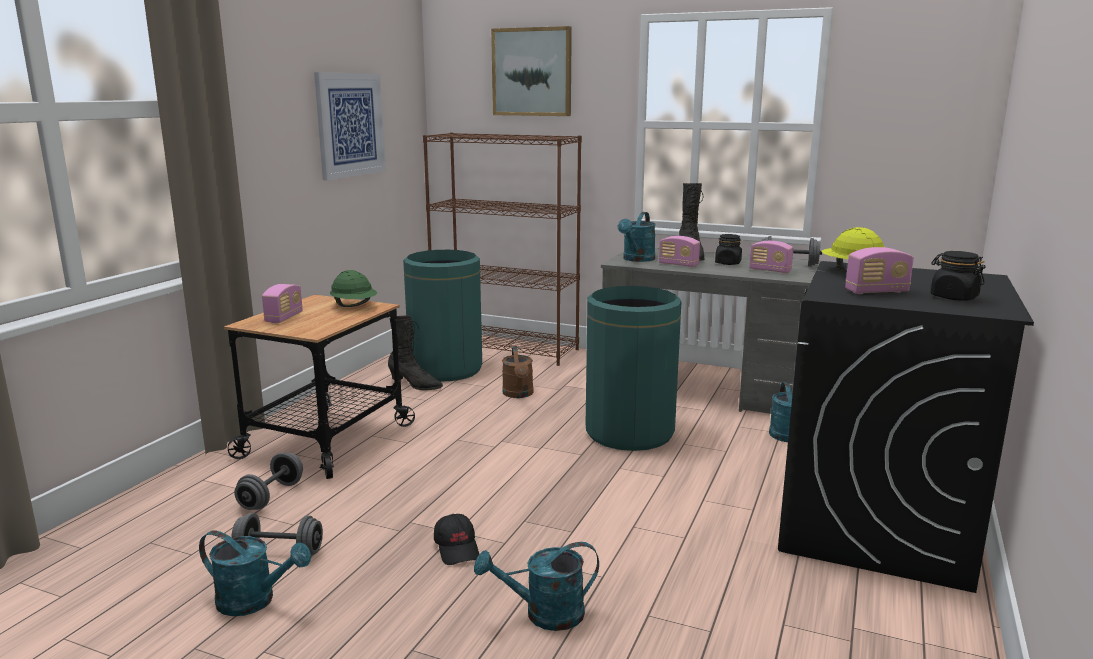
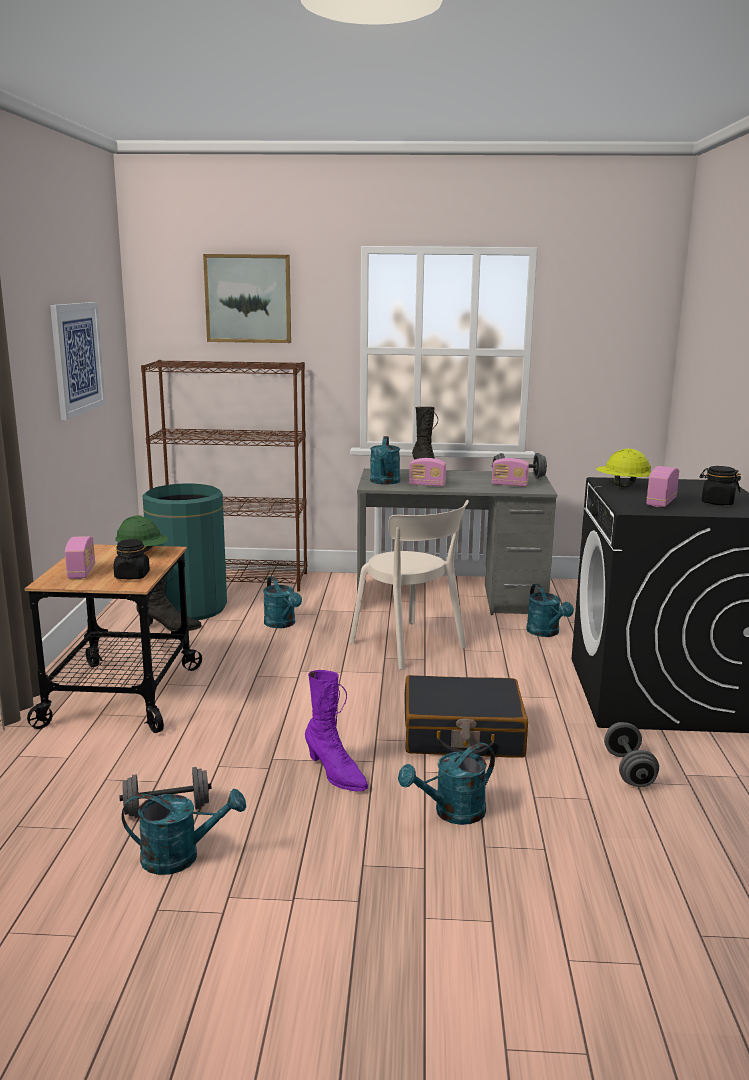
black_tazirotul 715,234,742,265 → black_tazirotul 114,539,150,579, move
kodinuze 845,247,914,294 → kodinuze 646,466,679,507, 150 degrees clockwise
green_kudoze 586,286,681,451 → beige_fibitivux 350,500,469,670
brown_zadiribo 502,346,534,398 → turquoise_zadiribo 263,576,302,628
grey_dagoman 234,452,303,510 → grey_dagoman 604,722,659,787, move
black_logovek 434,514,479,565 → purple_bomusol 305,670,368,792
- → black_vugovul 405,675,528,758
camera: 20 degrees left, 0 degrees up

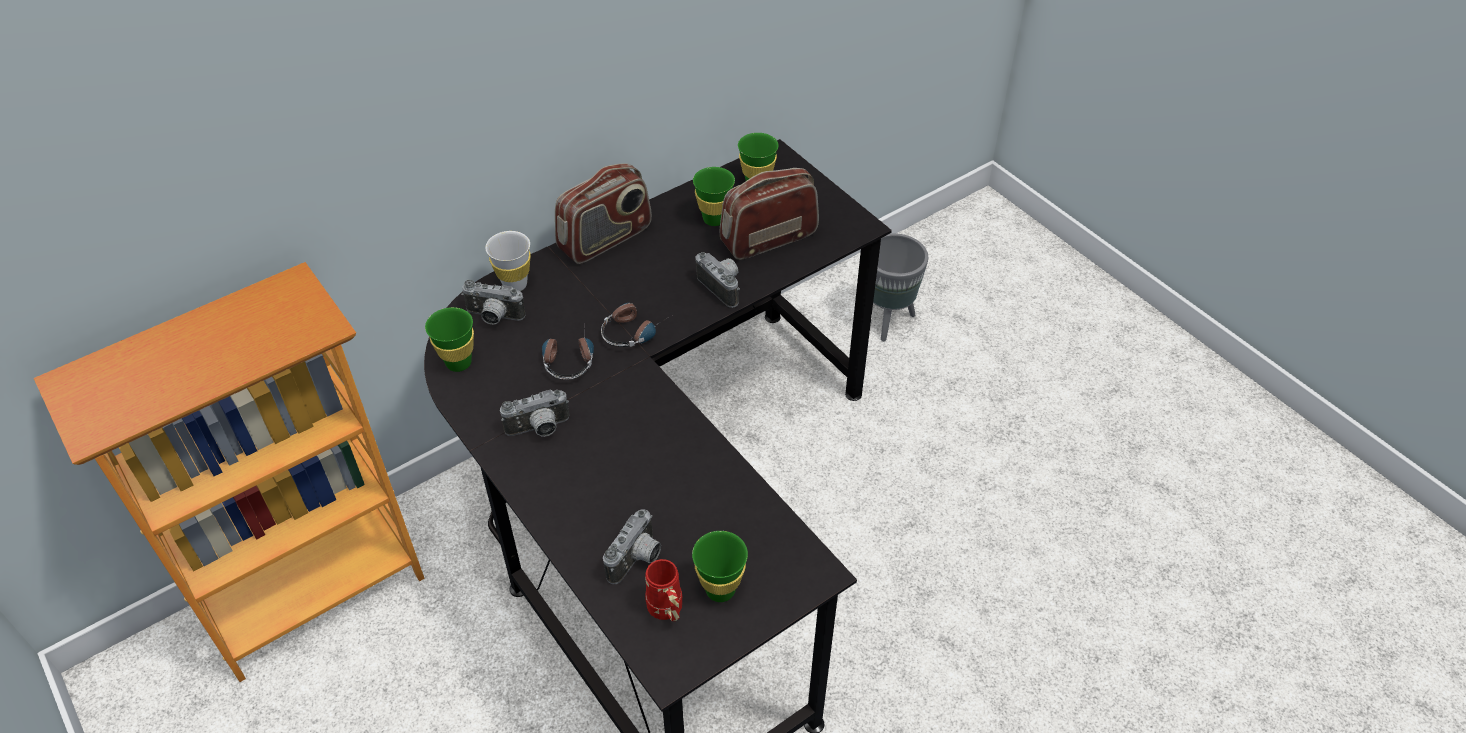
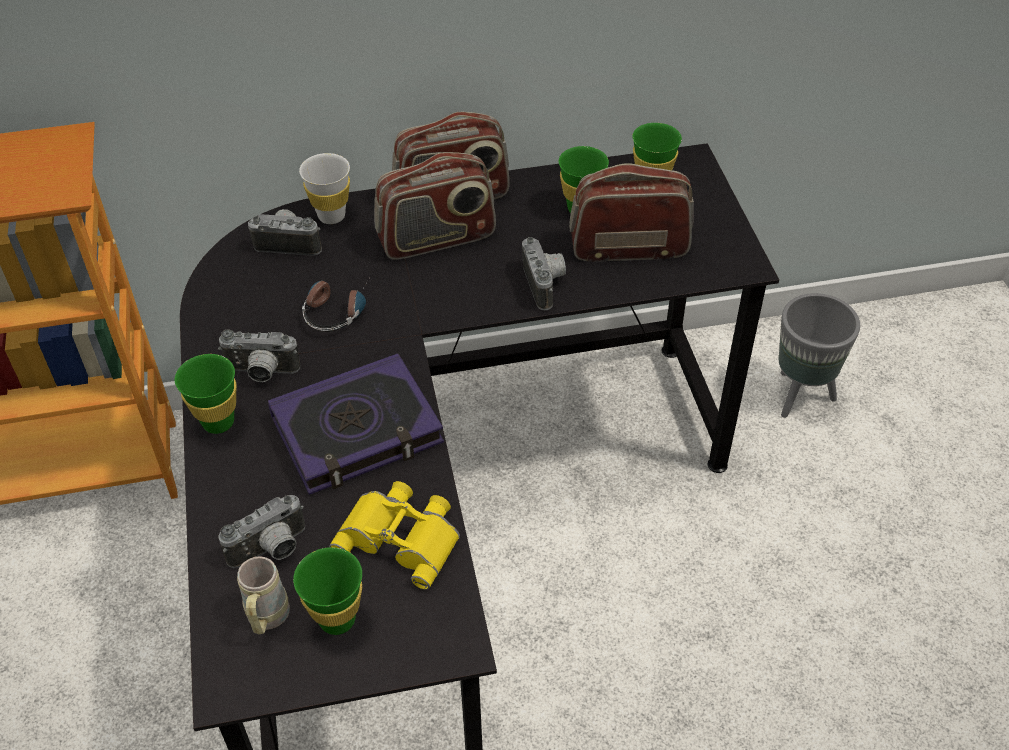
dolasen 461,280,525,325 → dolasen 248,209,322,256, 150 degrees clockwise
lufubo 601,303,667,347 → -
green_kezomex 425,307,474,372 → green_kezomex 175,354,236,434, move
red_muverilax 645,559,682,621 → beige_muverilax 237,556,290,634
- → kodinuze 374,152,496,260
- → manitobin 268,354,444,495
- → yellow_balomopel 329,481,460,590
camera: 25 degrees right, 0 degrees up

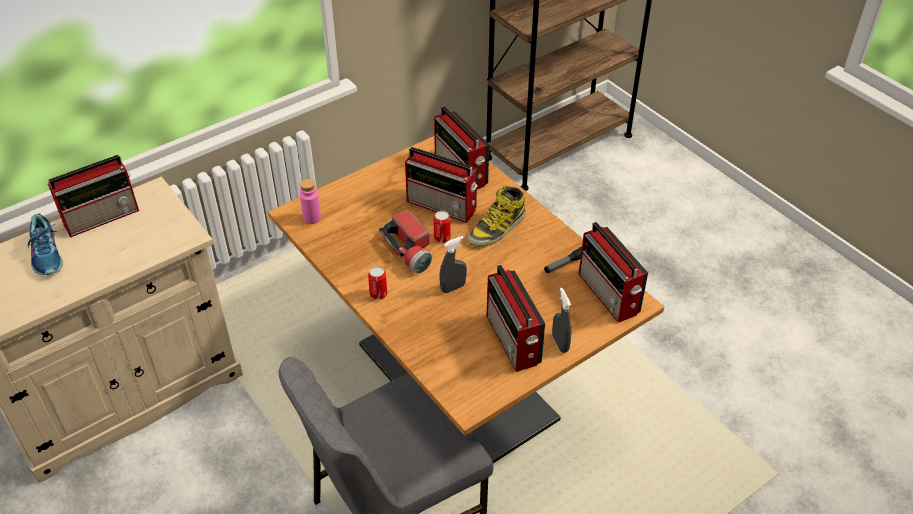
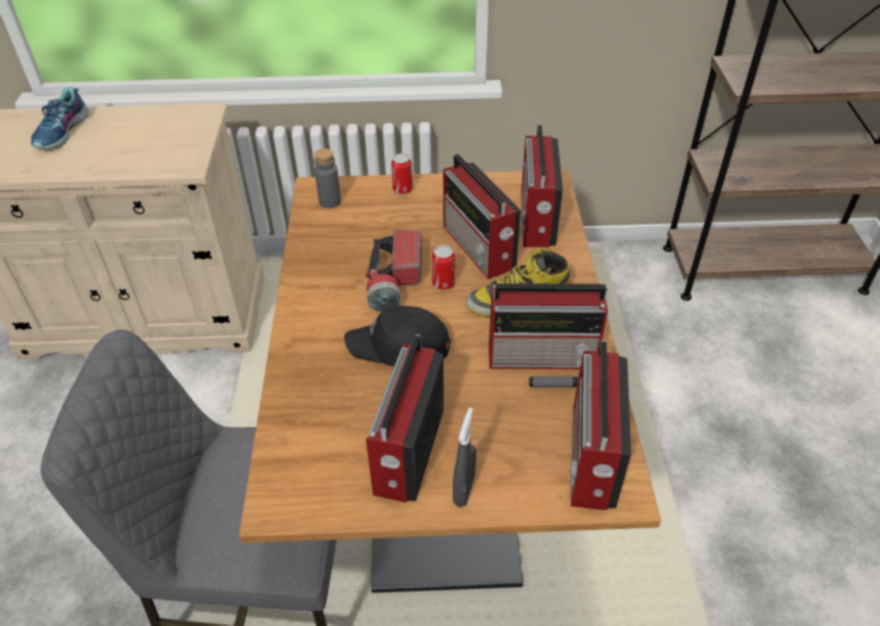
kodinuze 48,155,139,238 → kodinuze 489,283,609,369, move
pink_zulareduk 300,179,321,224 → grey_zulareduk 314,148,341,208
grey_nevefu 439,236,467,293 → black_logovek 344,305,451,366
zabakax 368,266,387,300 → zabakax 391,153,413,194, move
camera: 35 degrees right, 0 degrees up

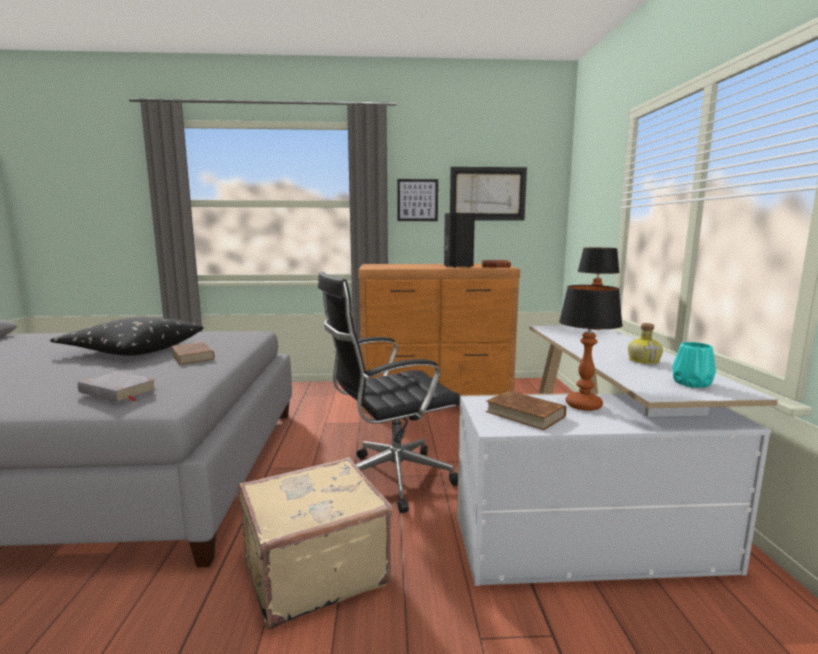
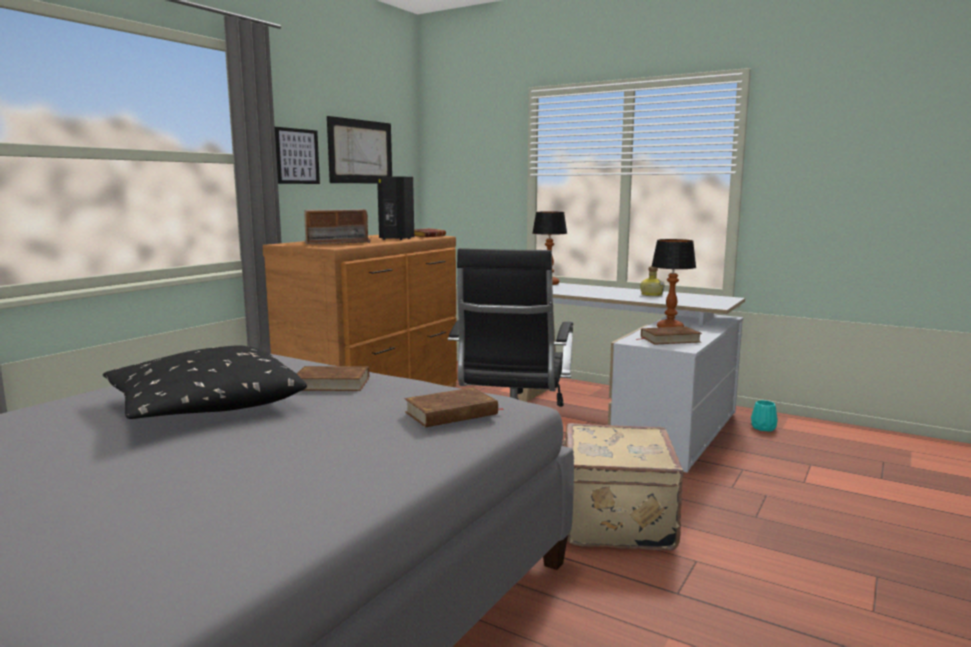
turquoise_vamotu 672,342,716,388 → turquoise_vamotu 751,400,778,431, move
grey_manitobin 78,371,157,402 → brown_manitobin 405,387,504,427
- → kodinuze 304,209,371,245
camera: 55 degrees left, 0 degrees up

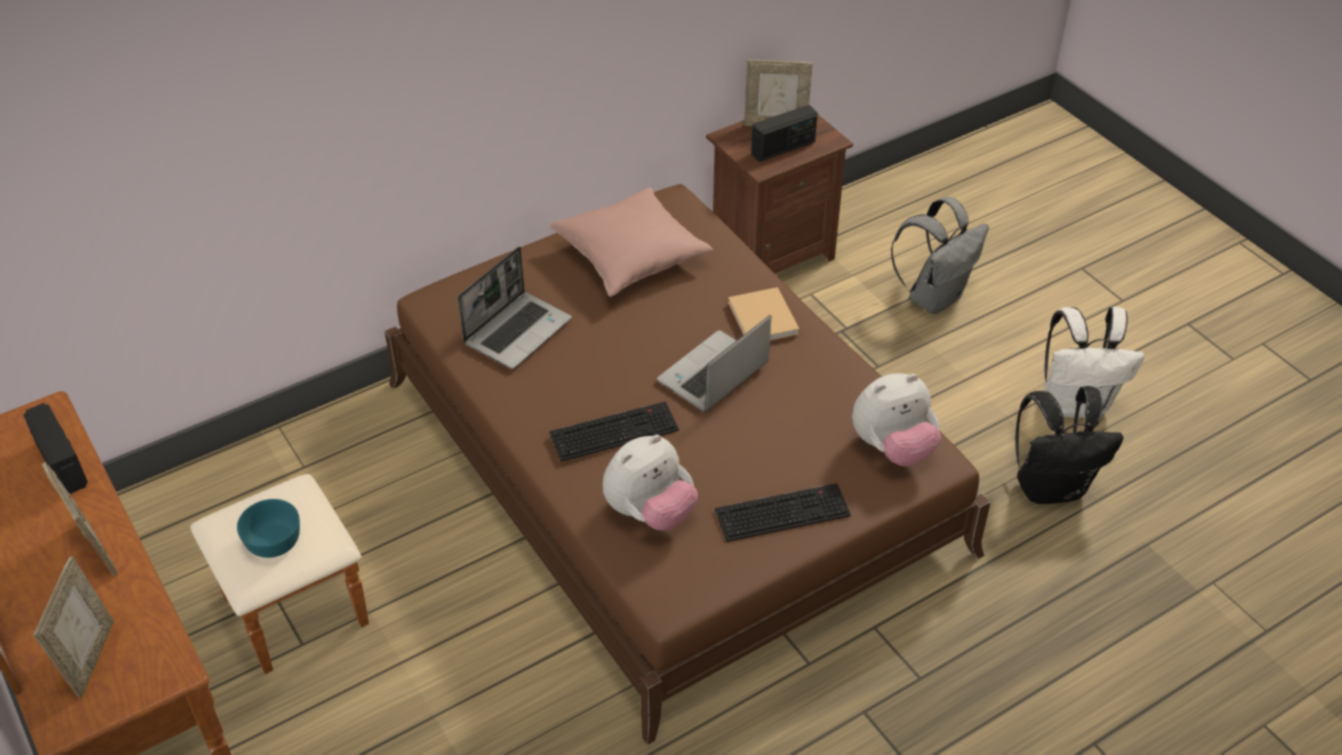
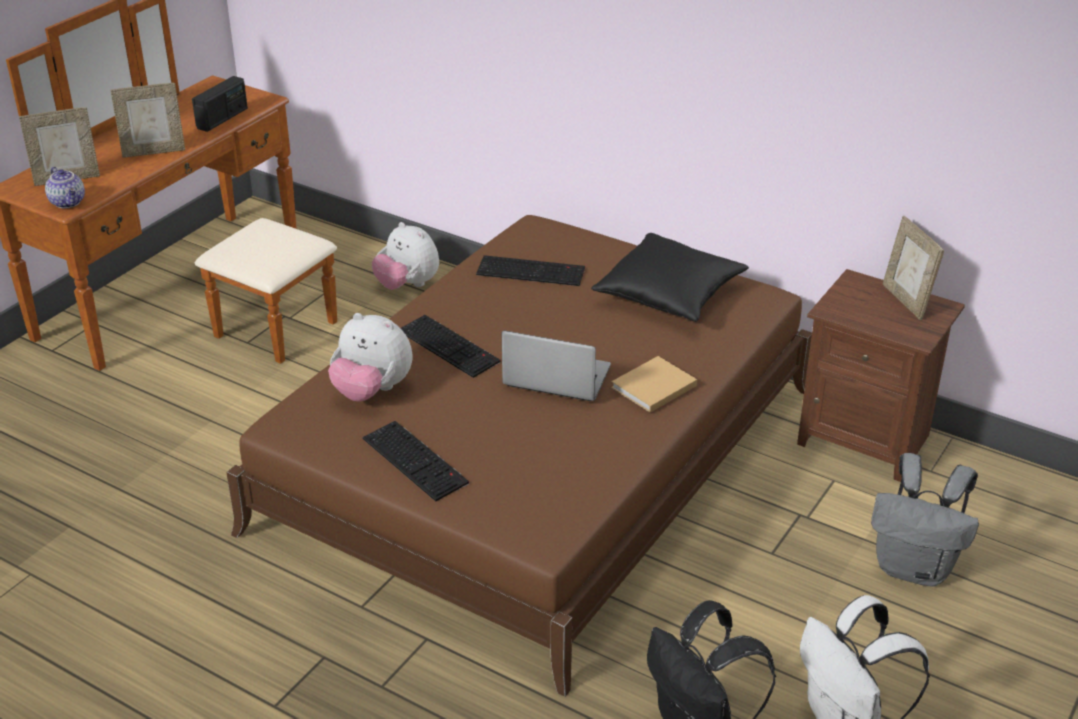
kodinuze 751,105,817,162 → -
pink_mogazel 549,188,713,297 → black_mogazel 591,233,749,322
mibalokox 458,246,572,369 → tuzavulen 476,255,585,286
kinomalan 852,373,941,466 → kinomalan 372,222,439,290, move
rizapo 42,462,118,577 → rizapo 110,83,185,158, 45 degrees clockwise
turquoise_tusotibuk 237,499,300,558 → -
- → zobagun 45,167,85,208
camera: 65 degrees right, 10 degrees down

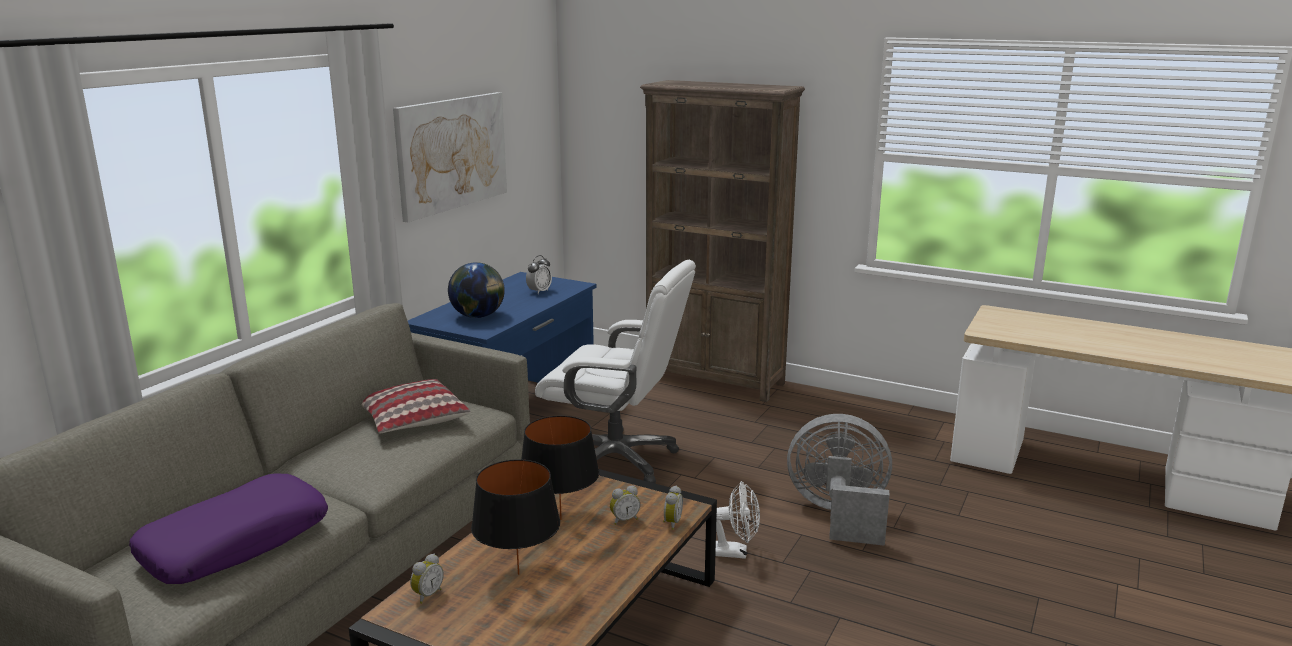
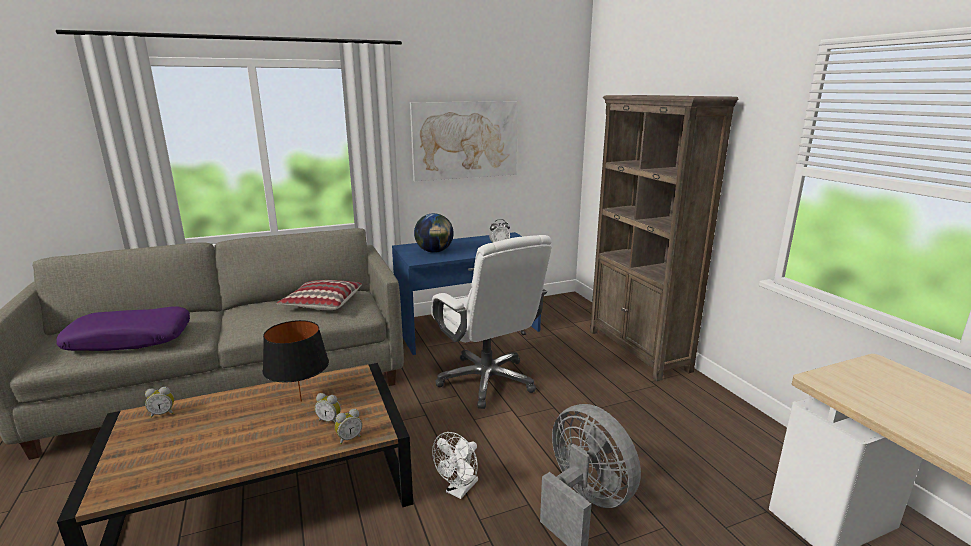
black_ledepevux 471,459,560,575 → -
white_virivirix 715,481,760,559 → white_virivirix 432,432,478,499, 75 degrees clockwise
camera: 40 degrees right, 0 degrees up

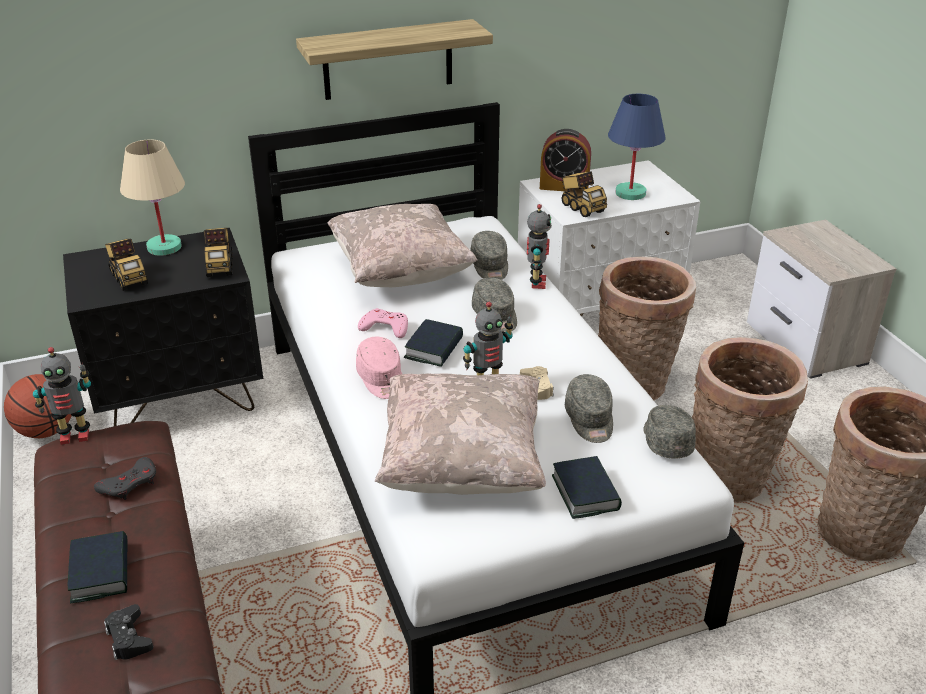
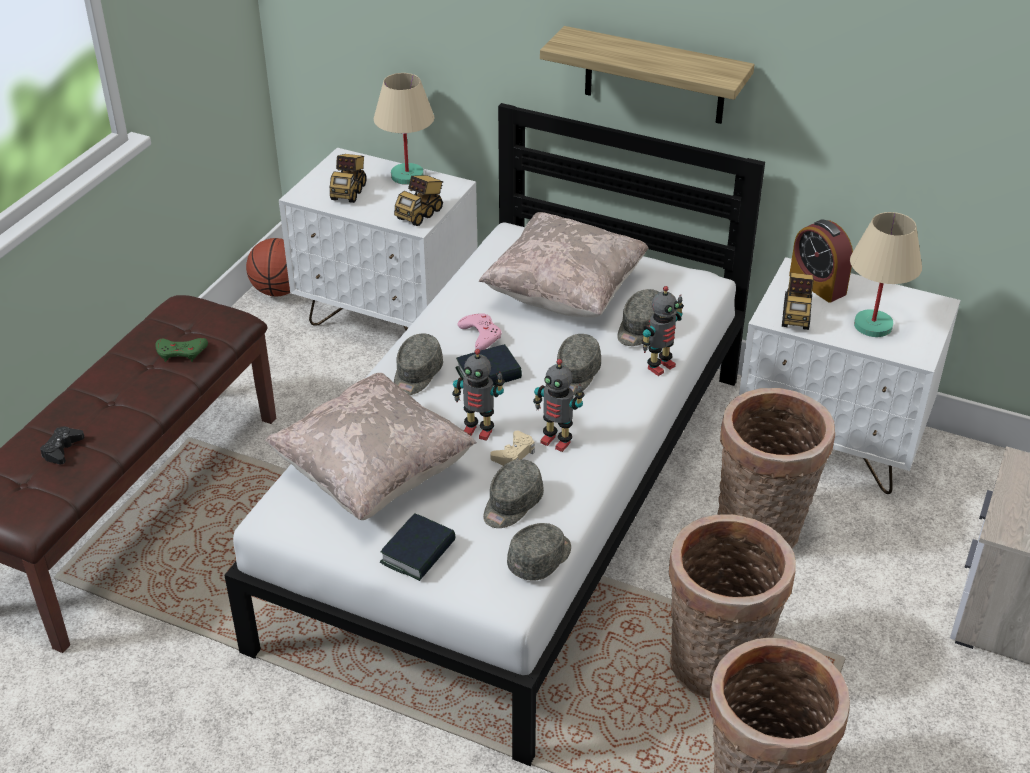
blue_ledepevux 608,94,665,200 → beige_ledepevux 850,212,922,337
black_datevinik 63,228,263,426 → white_datevinik 279,148,477,330
pink_logovek 356,337,402,399 → grey_logovek 394,334,443,395
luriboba 33,347,91,445 → luriboba 533,359,585,452, move
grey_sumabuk 94,457,156,500 → green_sumabuk 155,338,208,362
manitobin 67,531,127,603 → -
camera: 45 degrees right, 5 degrees up

